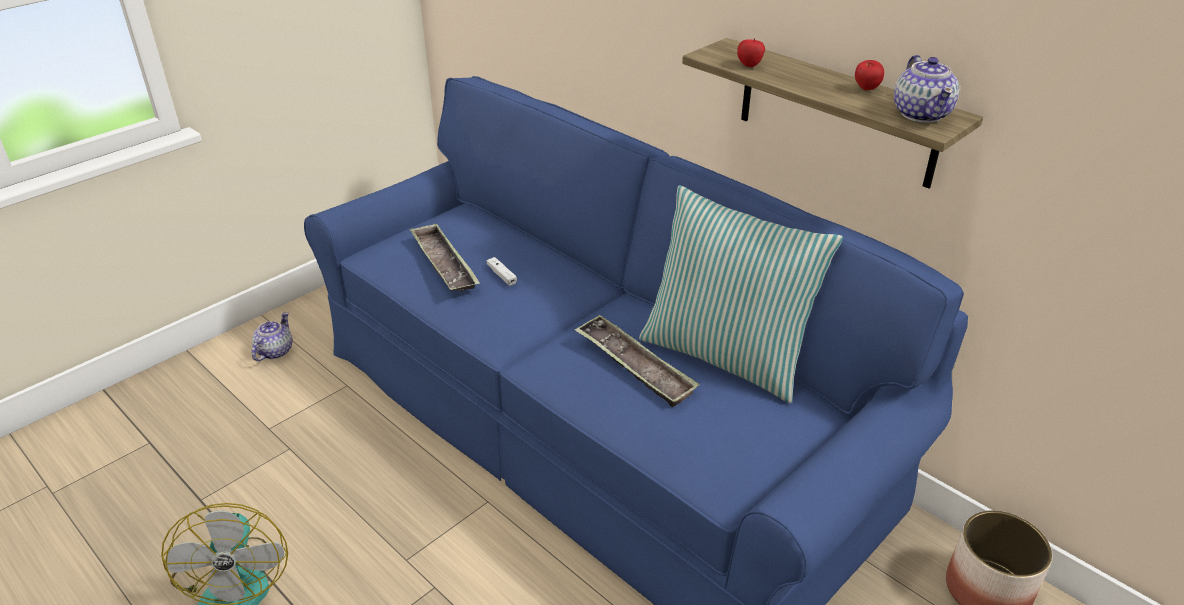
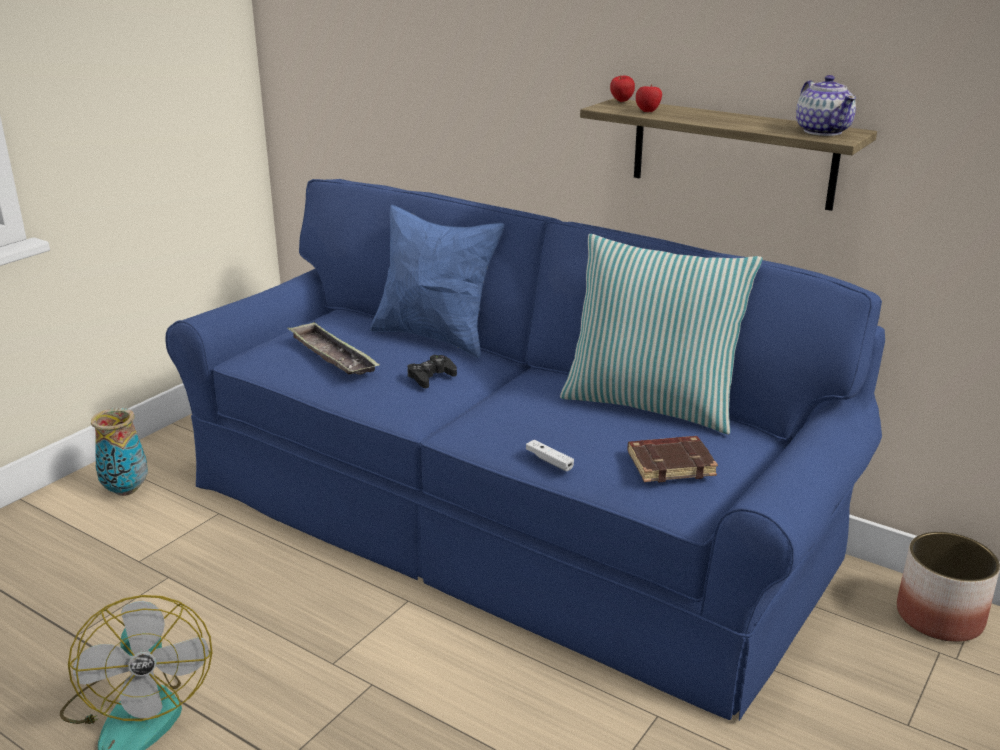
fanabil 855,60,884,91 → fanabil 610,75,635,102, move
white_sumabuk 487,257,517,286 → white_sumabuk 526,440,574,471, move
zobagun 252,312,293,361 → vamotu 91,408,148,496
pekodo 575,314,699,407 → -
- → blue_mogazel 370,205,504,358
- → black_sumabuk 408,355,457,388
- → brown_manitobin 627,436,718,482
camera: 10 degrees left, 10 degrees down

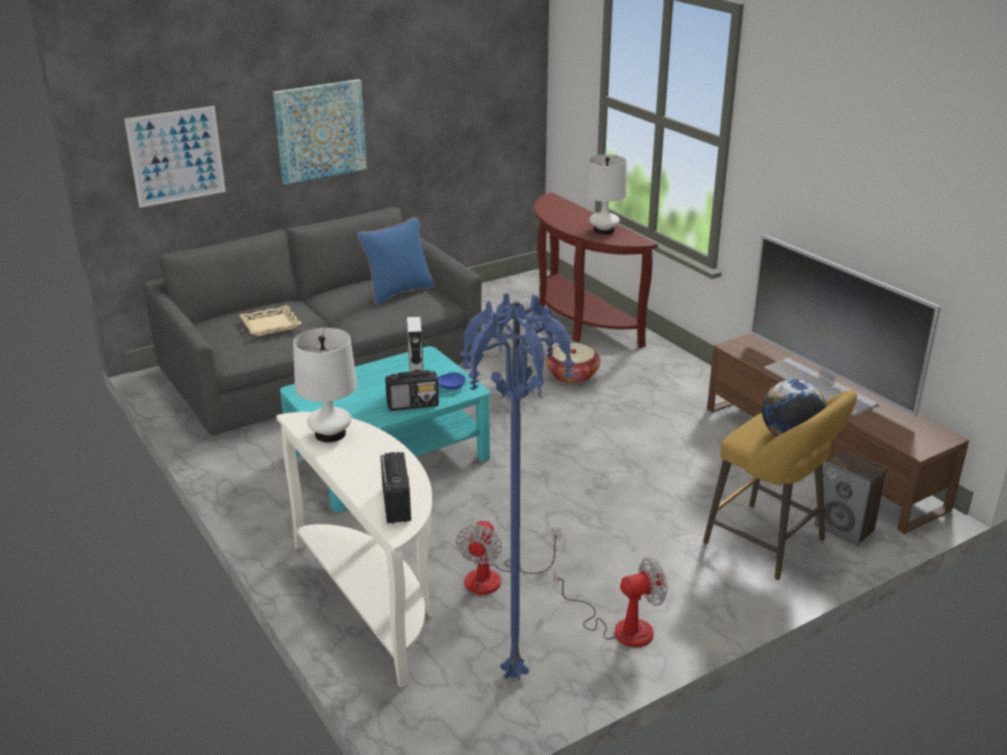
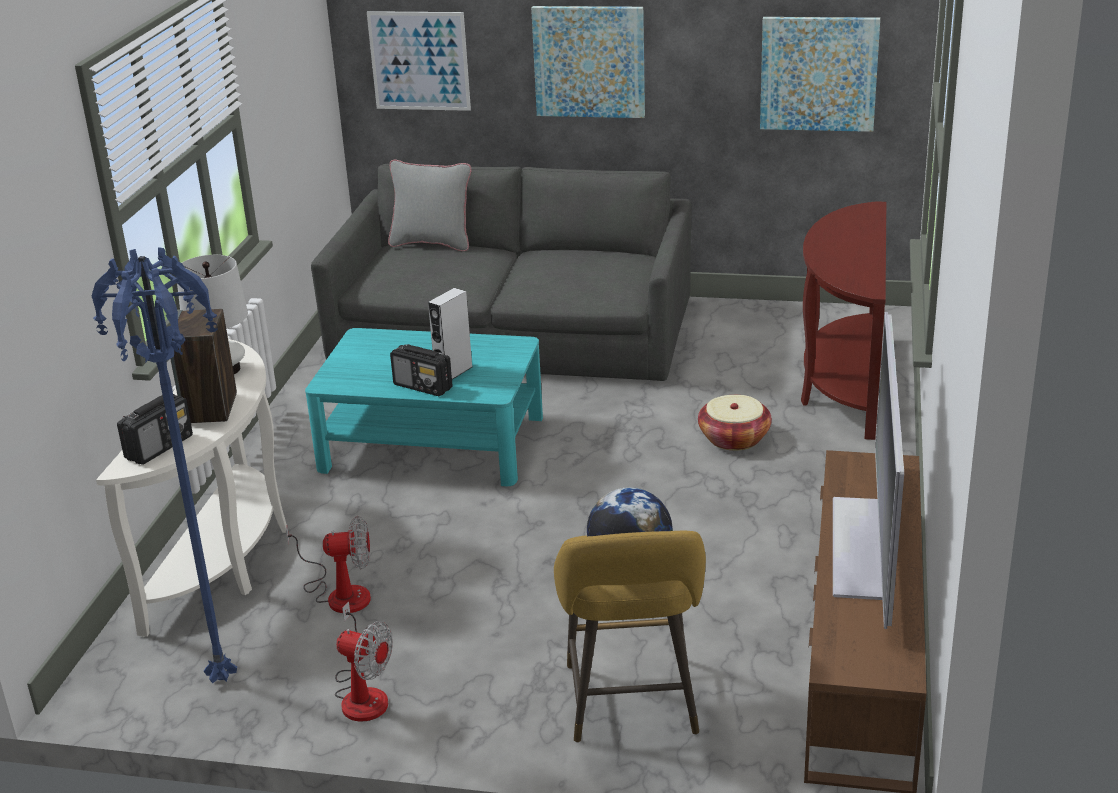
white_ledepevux 585,154,627,235 → -
blue_mogazel 357,217,434,305 → -
beige_pekodo 239,305,302,336 → -
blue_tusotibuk 438,372,466,390 → -
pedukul 815,450,887,546 → pedukul 171,309,237,423, move
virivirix 456,520,561,595 → virivirix 286,516,371,613, 150 degrees counterclockwise
- → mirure 760,17,880,132
- → grey_mogazel 388,159,472,251
camera: 45 degrees right, 0 degrees up

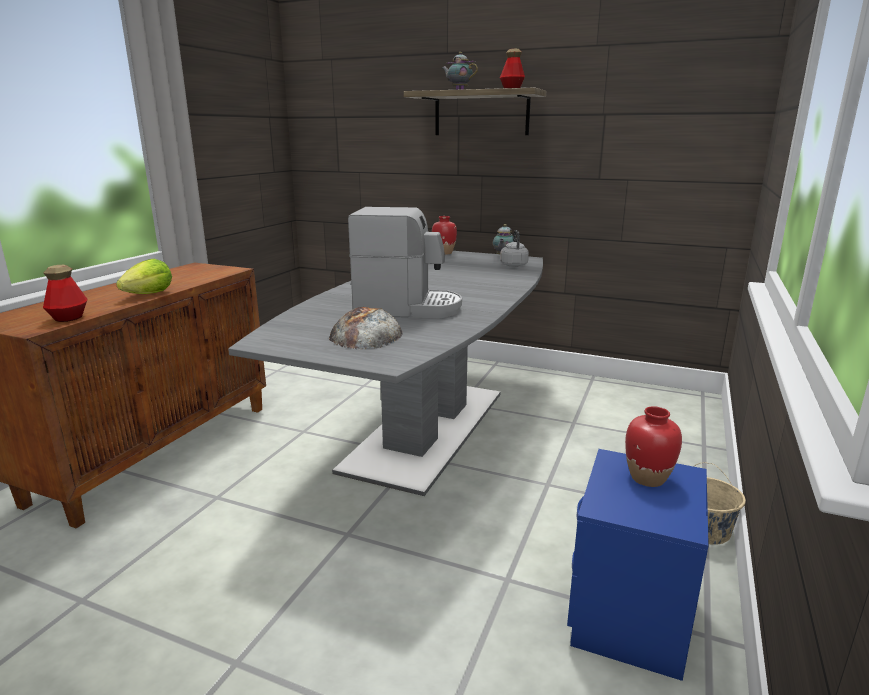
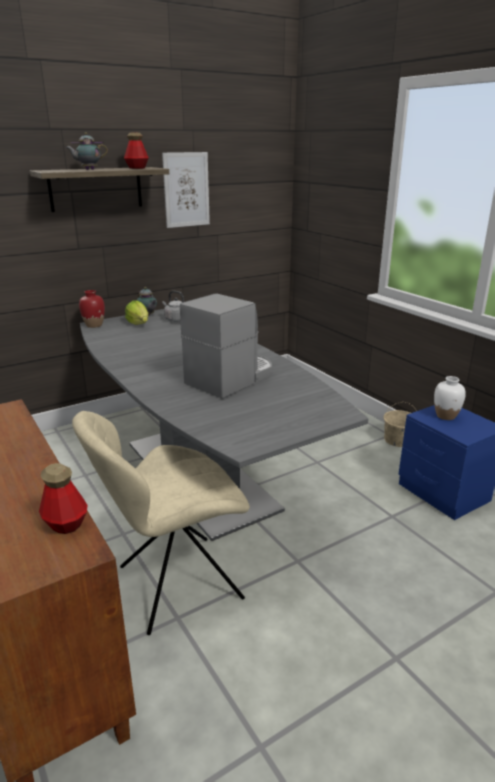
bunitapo 116,259,172,294 → bunitapo 125,300,148,325, move
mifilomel 329,307,403,349 → -
red_vamotu 625,406,682,487 → white_vamotu 434,376,466,420
- → mirure 162,152,210,228
- → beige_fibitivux 72,411,250,635
camera: 55 degrees left, 5 degrees up

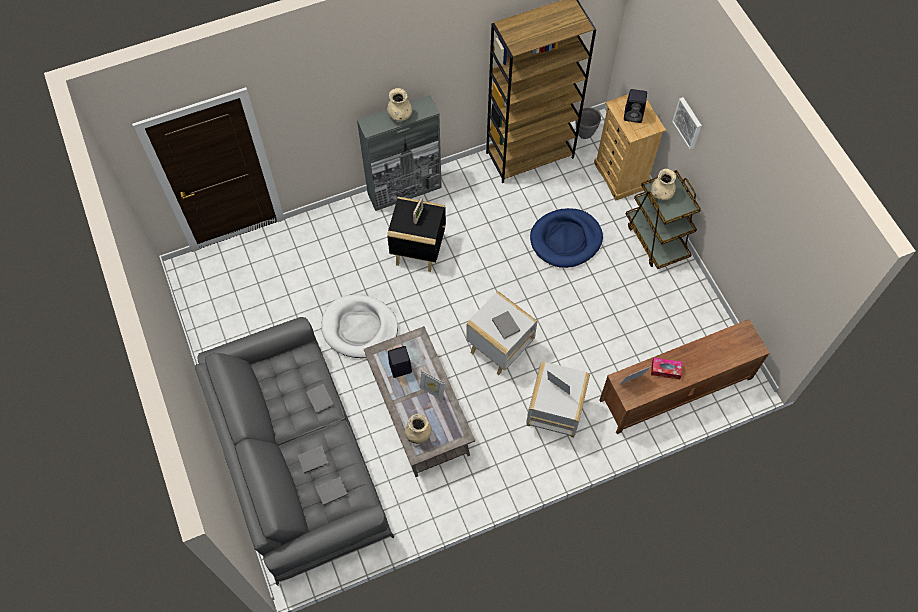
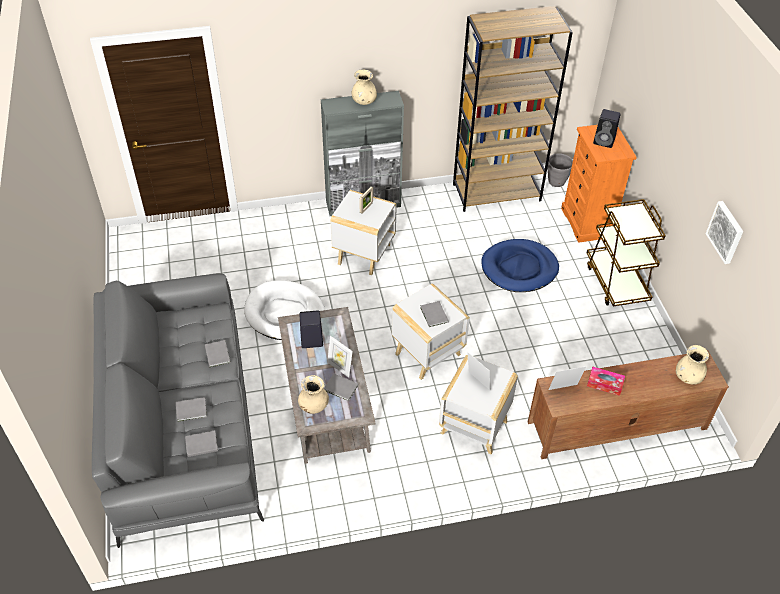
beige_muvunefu 594,94,666,201 → orange_muvunefu 561,125,637,243
mirure 672,97,702,149 → mirure 706,201,743,264, move
beige_vamotu 651,169,676,201 → beige_vamotu 676,345,709,385, move
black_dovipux 387,197,446,272 → white_dovipux 330,190,397,275
- → grey_manitobin 324,374,359,401
camera: 10 degrees right, 15 degrees down

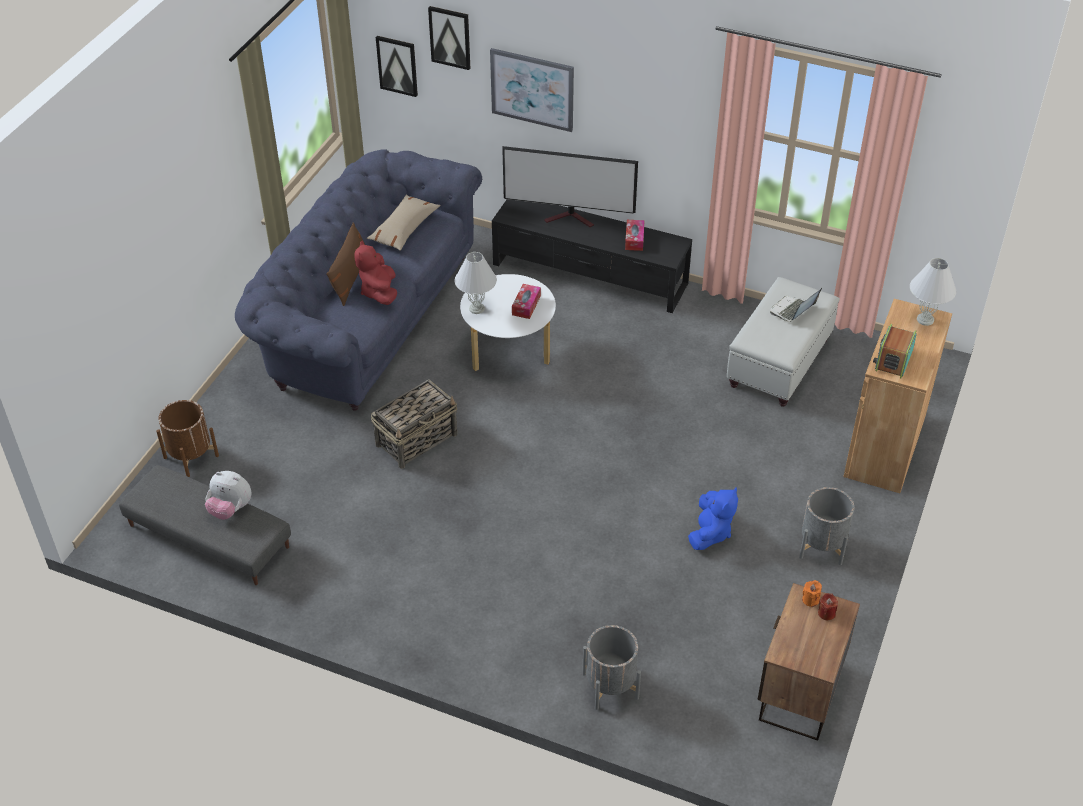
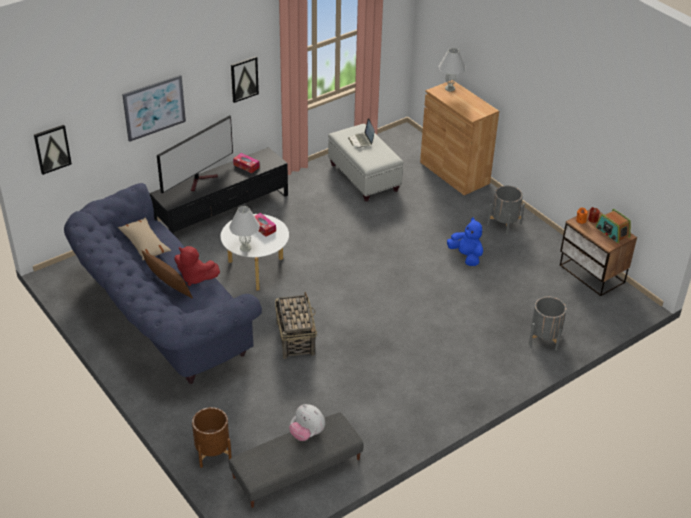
mirure 428,6,470,70 → mirure 231,56,259,103, move
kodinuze 873,324,917,378 → kodinuze 596,209,631,243, move
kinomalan 205,471,252,520 → kinomalan 289,404,325,441, 75 degrees clockwise
camera: 60 degrees left, 5 degrees down

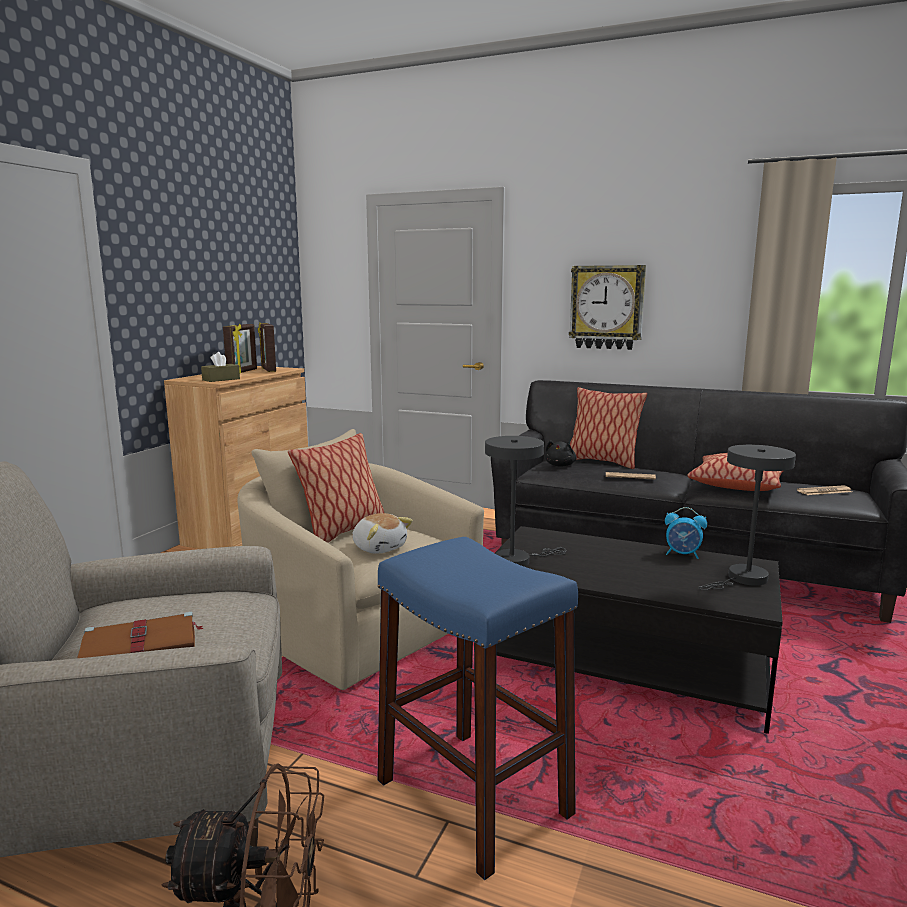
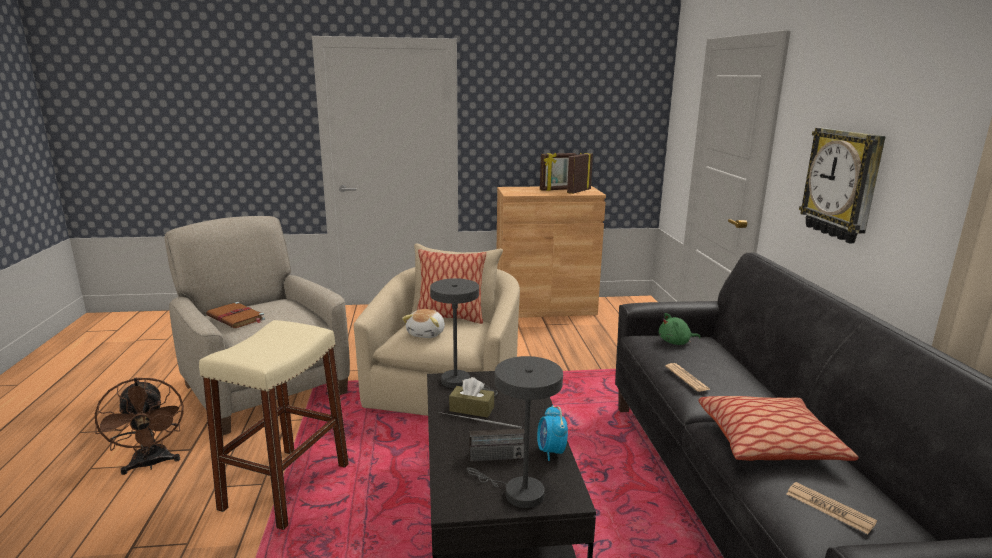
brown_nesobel 201,352,240,382 → brown_nesobel 449,377,494,418, move
mogazel 570,387,647,469 → -
black_kinomalan 545,440,577,466 → green_kinomalan 659,313,701,345
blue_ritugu 377,537,578,880 → beige_ritugu 199,320,349,530
- → kodinuze 438,412,524,461
camera: 60 degrees right, 5 degrees up

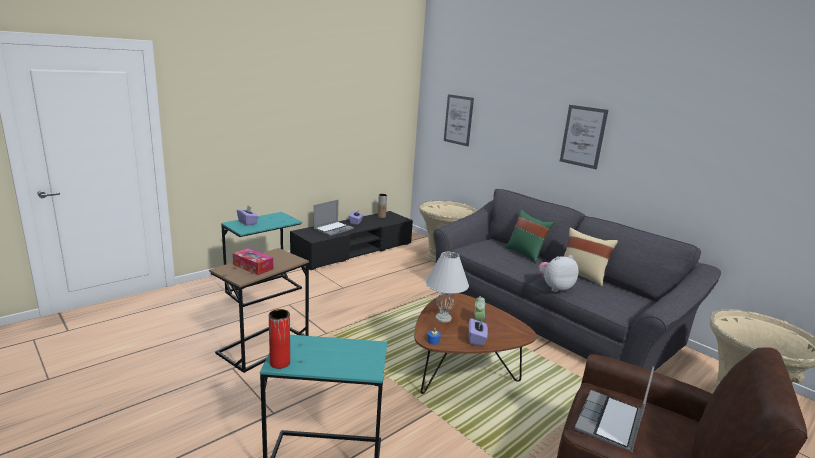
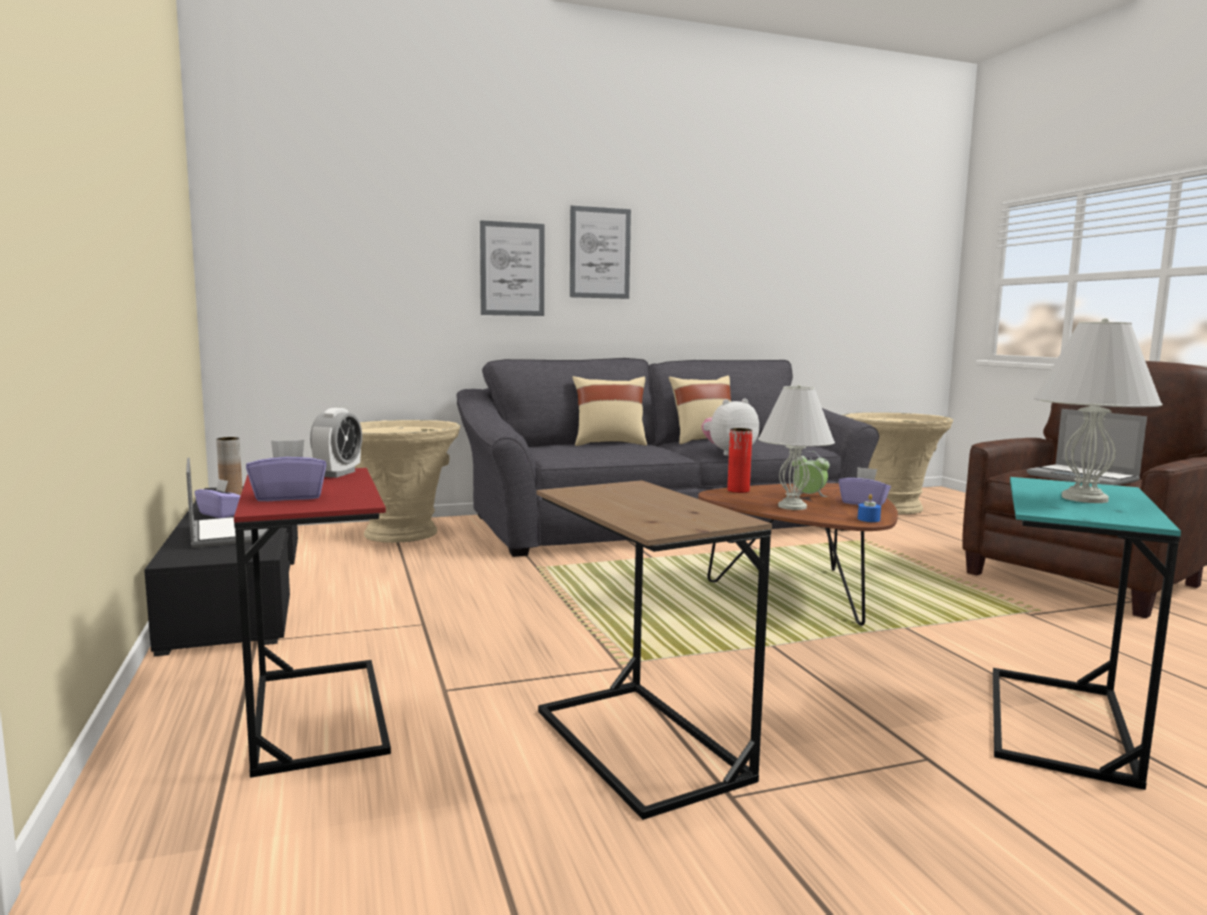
mirure 444,94,474,146 → mirure 480,220,544,316, move
green_mogazel 505,209,554,263 → beige_mogazel 572,376,647,446
turquoise_dovipux 221,212,302,307 → red_dovipux 234,468,391,778
nesobel 233,248,273,275 → -
kinomalan 538,255,579,292 → kinomalan 702,399,759,456, 60 degrees clockwise
red_vamotu 269,309,290,369 → red_vamotu 727,428,752,493, move
- → white_ledepevux 1034,318,1162,503
- → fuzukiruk 310,408,362,478
camera: 65 degrees left, 10 degrees down

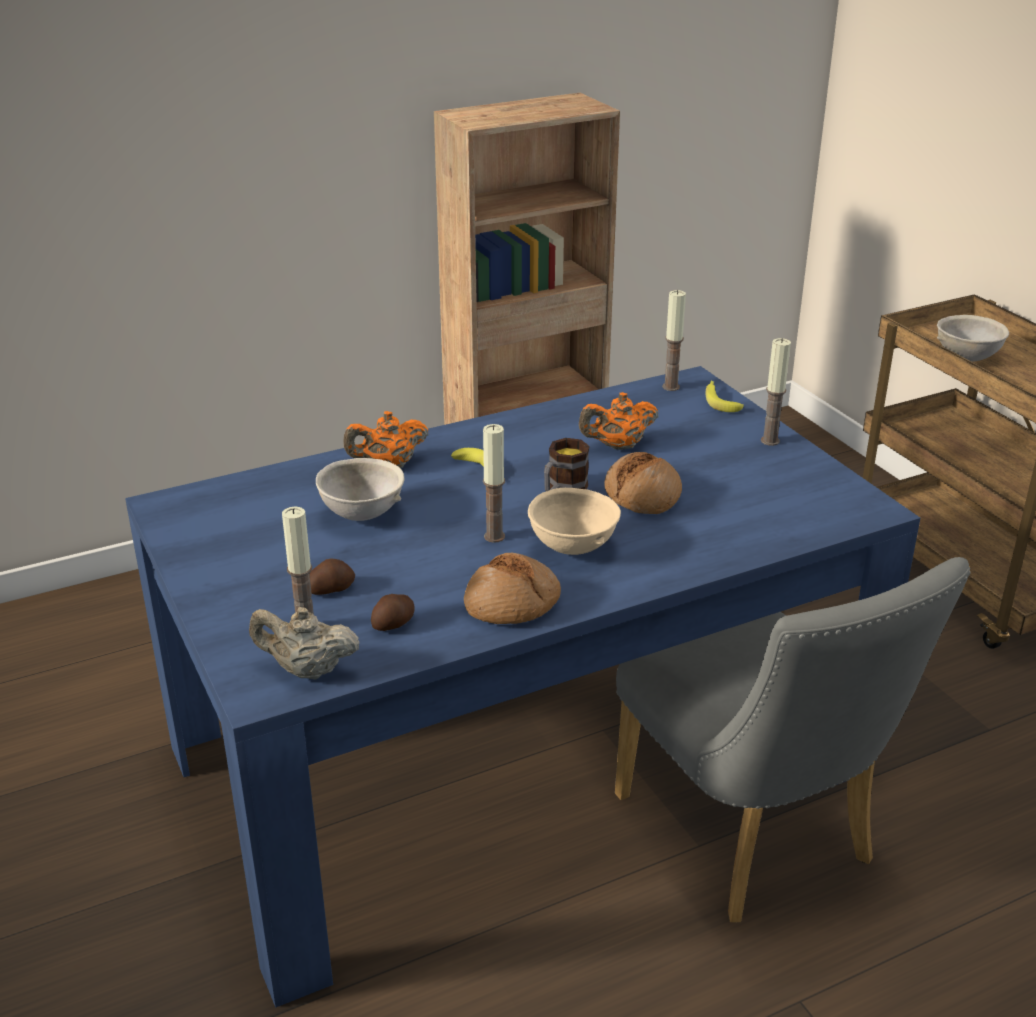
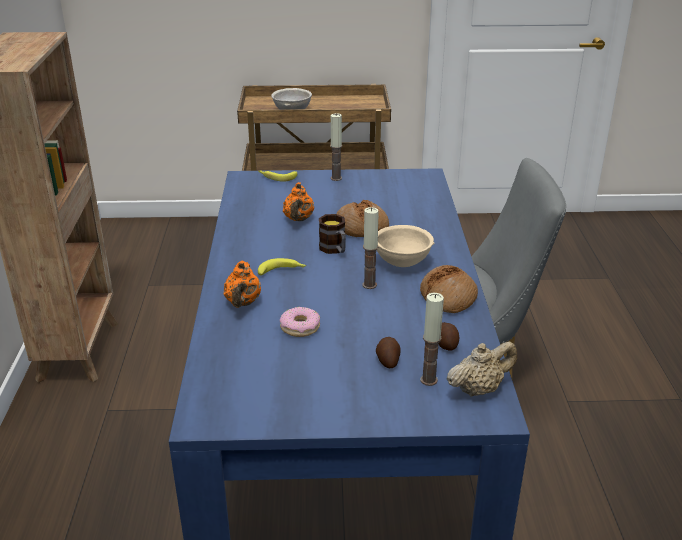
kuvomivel 662,290,686,391 → -
grey_tusotibuk 316,458,404,521 → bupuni 280,307,320,337
beige_zobagun 249,607,359,680 → beige_zobagun 447,341,517,397, 150 degrees counterclockwise
camera: 65 degrees left, 0 degrees up

